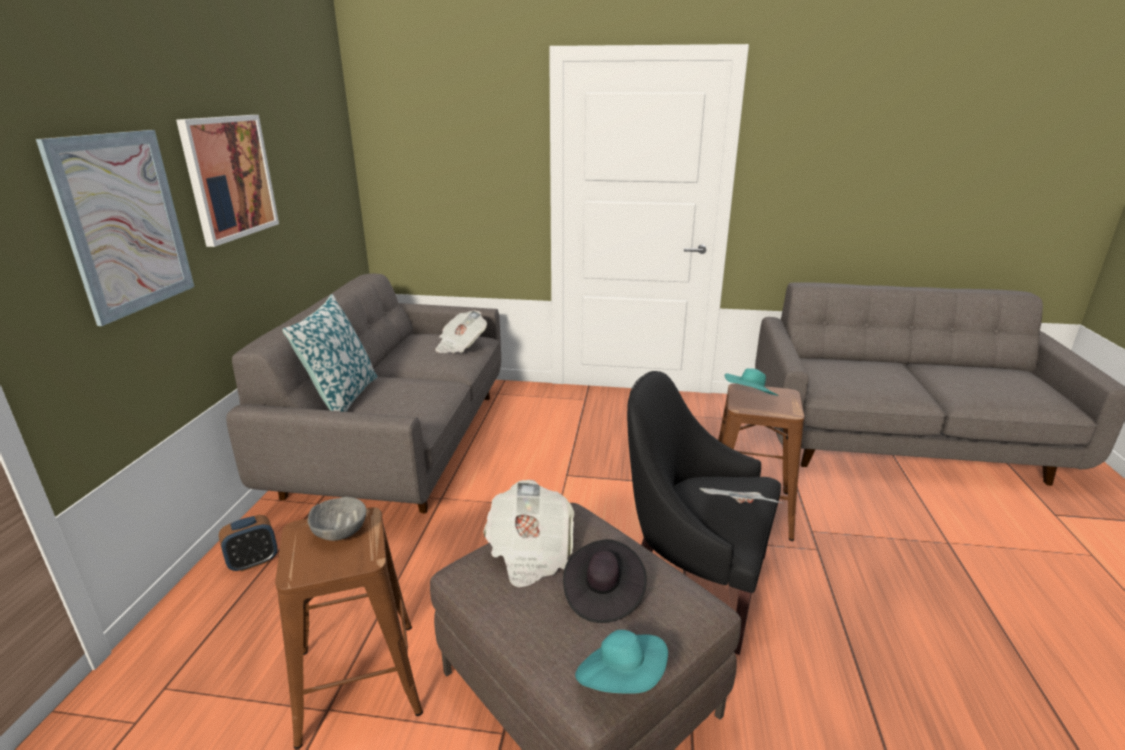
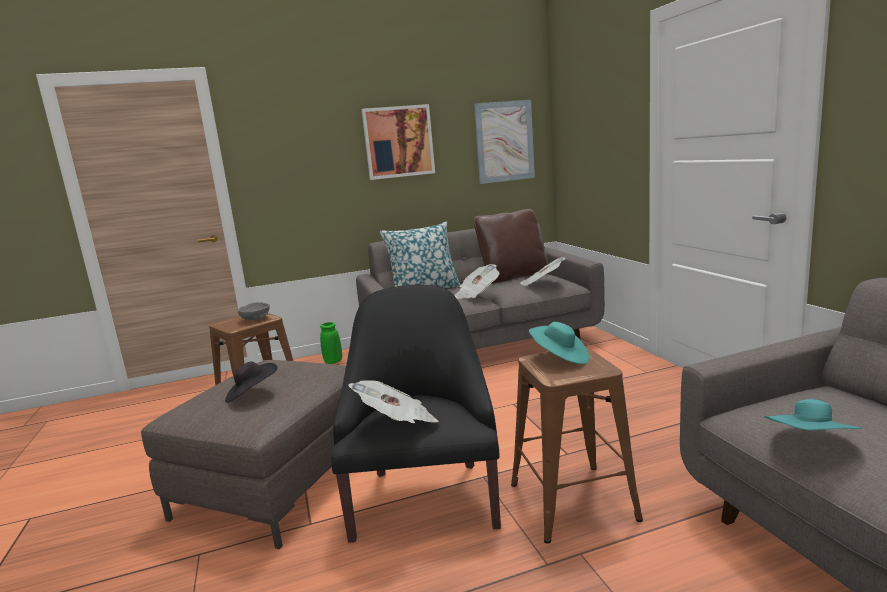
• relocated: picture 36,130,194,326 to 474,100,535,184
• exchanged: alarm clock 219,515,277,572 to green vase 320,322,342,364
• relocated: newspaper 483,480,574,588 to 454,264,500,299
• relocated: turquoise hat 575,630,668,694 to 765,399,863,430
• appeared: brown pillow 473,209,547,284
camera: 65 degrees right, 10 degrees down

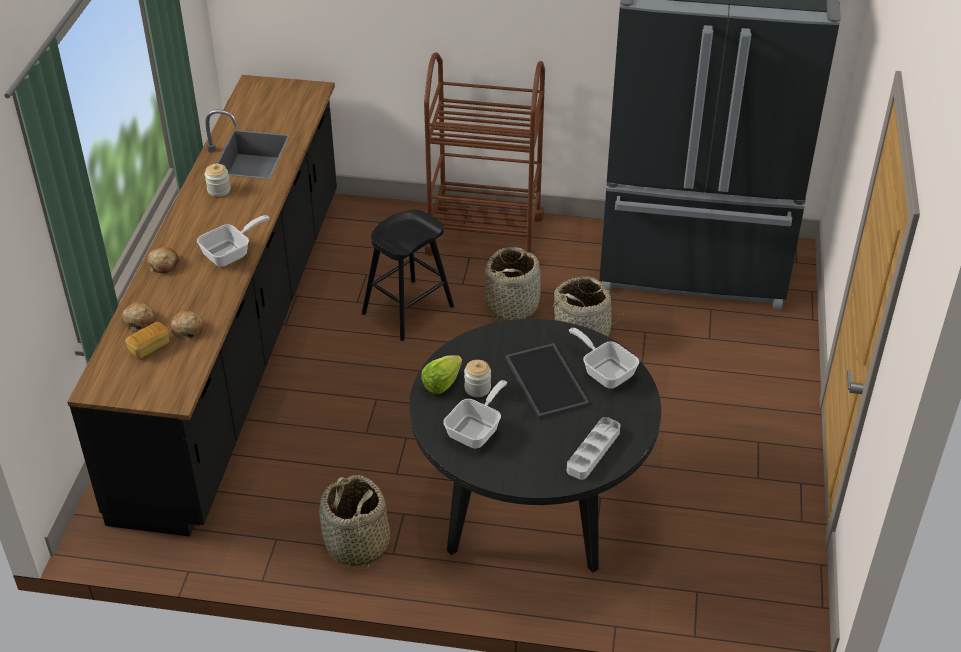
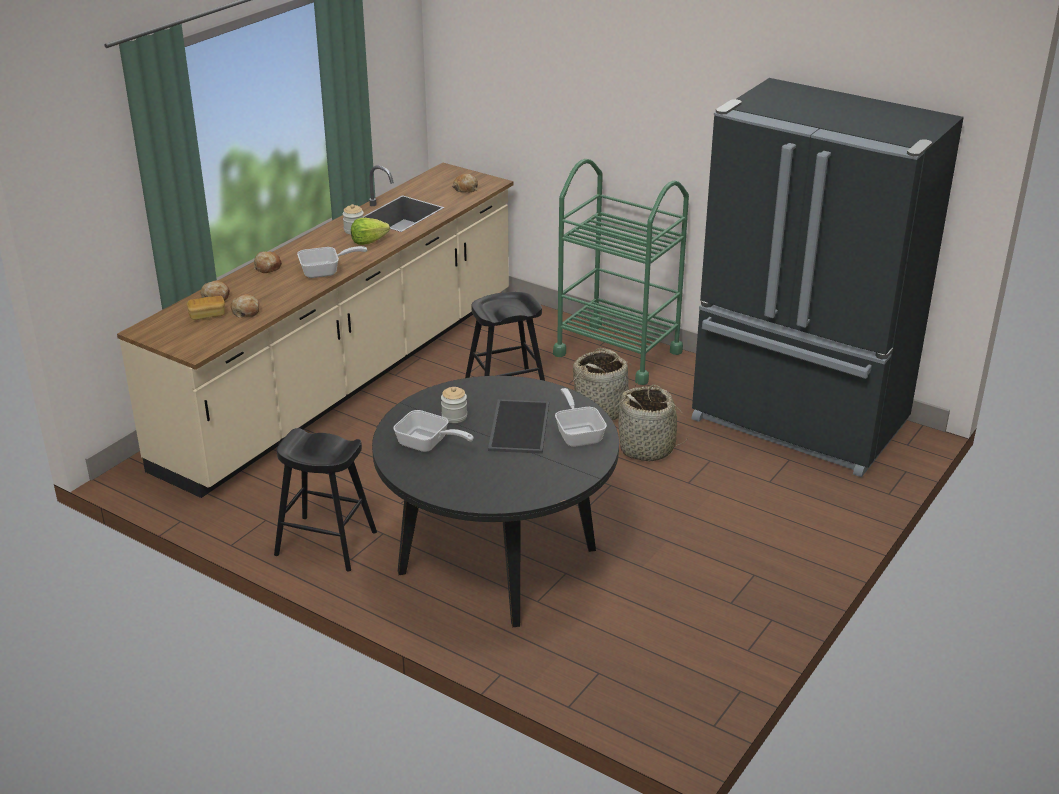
• colour: black counter 67,75,337,537 to beige counter 117,163,514,498
• exchanged: basket 319,475,390,568 to black stool 274,428,377,572
• relocated: lettuce 421,355,462,394 to 351,218,390,245
• colour: brown cart 424,52,545,256 to green cart 553,159,689,385
• spun: frying pan 443,380,507,449 = 393,410,473,452 60 degrees clockwise
• missing: grey tray 567,417,620,480
• appeared: bread 452,174,478,193
camera: 25 degrees right, 10 degrees down

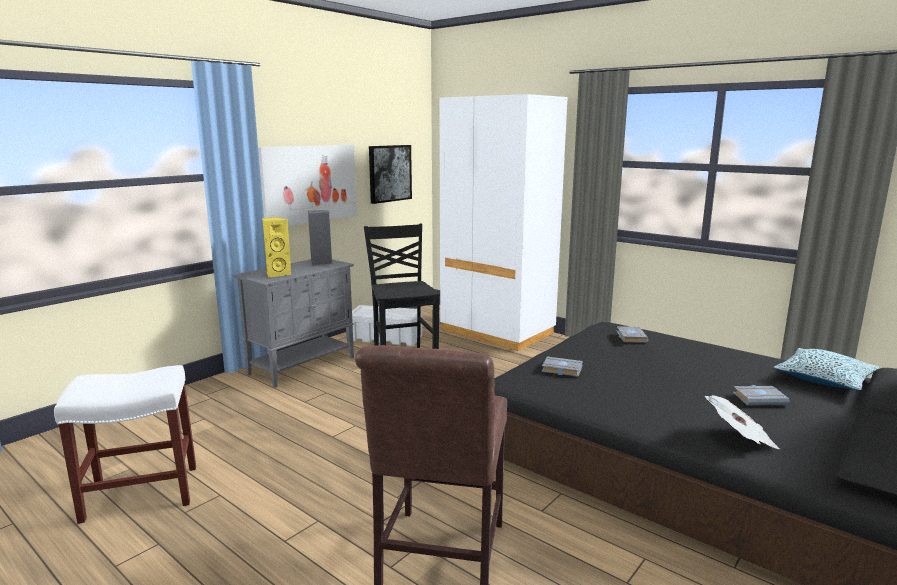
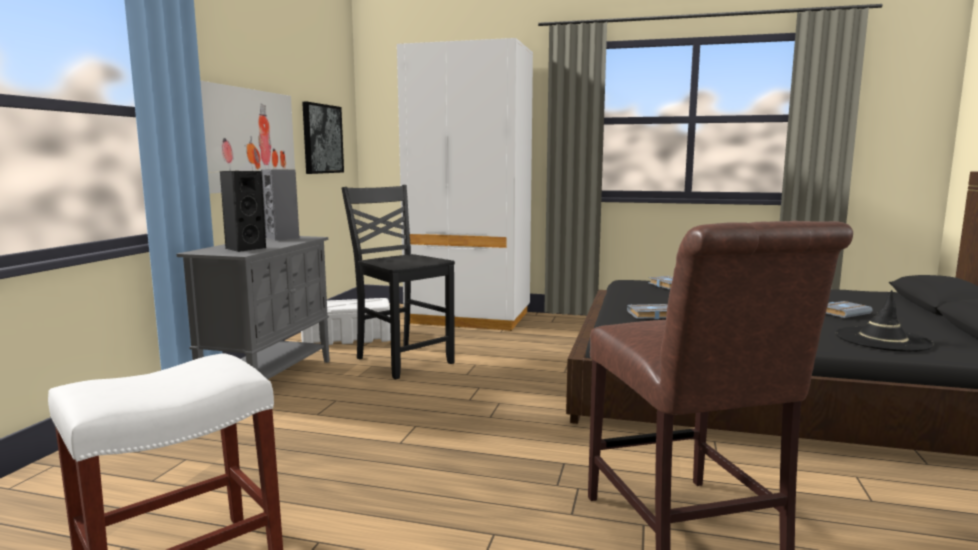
• colour: yellow speaker 262,217,291,278 to black speaker 220,171,266,252
• exchanged: newspaper 705,395,780,449 to black hat 835,290,934,352
• missing: pillow 773,348,879,391
camera: 25 degrees left, 5 degrees down

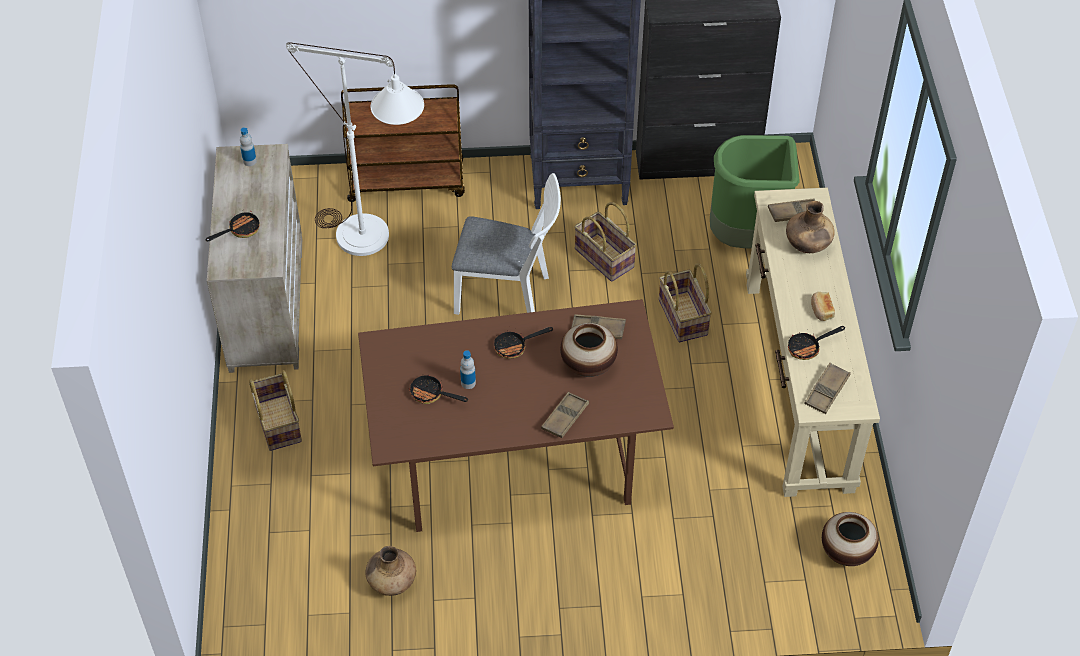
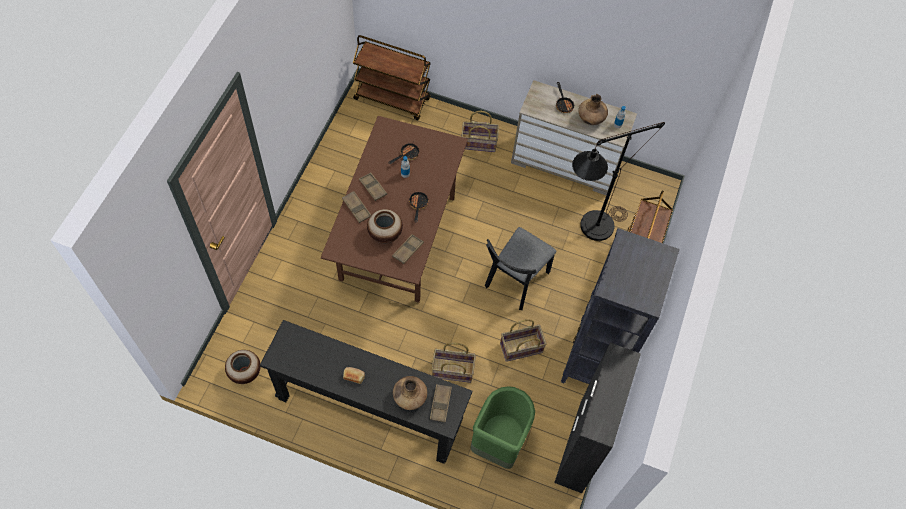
• colour: white floor lamp 286,42,424,256 to black floor lamp 572,122,665,241
• relocated: brown vase 365,546,416,596 to 579,94,608,125
• colour: white chair 452,173,561,315 to black chair 485,227,557,310
• colour: beige console table 746,187,880,497 to black console table 260,320,472,464
• missing: frying pan 788,326,845,360
• relocated: brown tray 804,363,851,414 to 359,172,387,201
• appeared: brown cart 353,35,431,120
camera: 110 degrees right, 10 degrees up

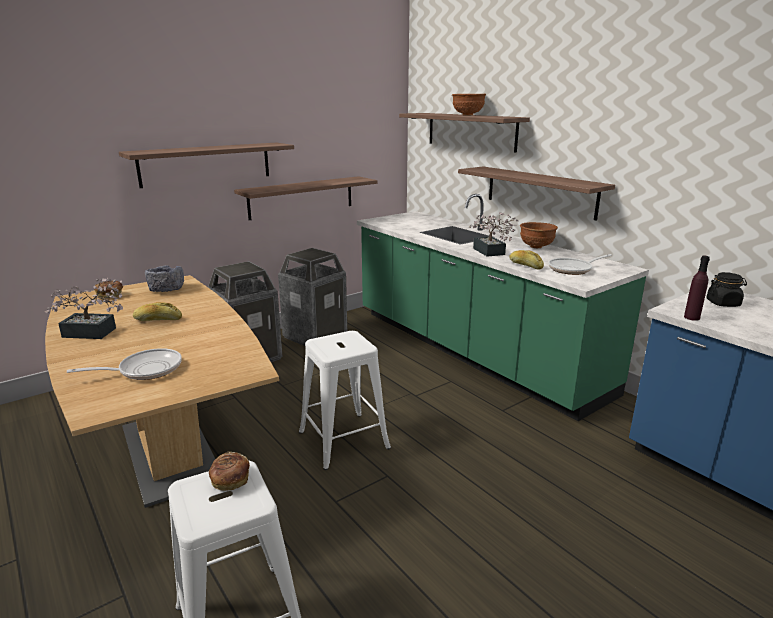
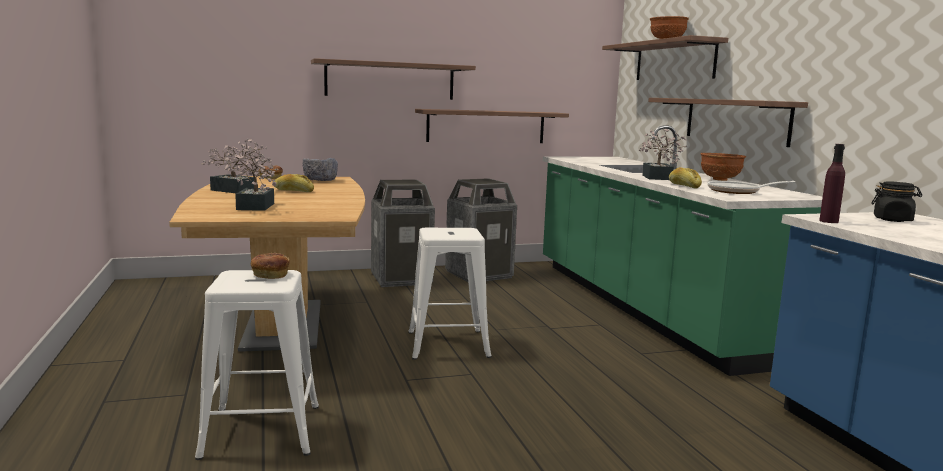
• exchanged: frying pan 67,348,182,380 to potted plant 225,148,278,211
camera: 20 degrees right, 10 degrees down

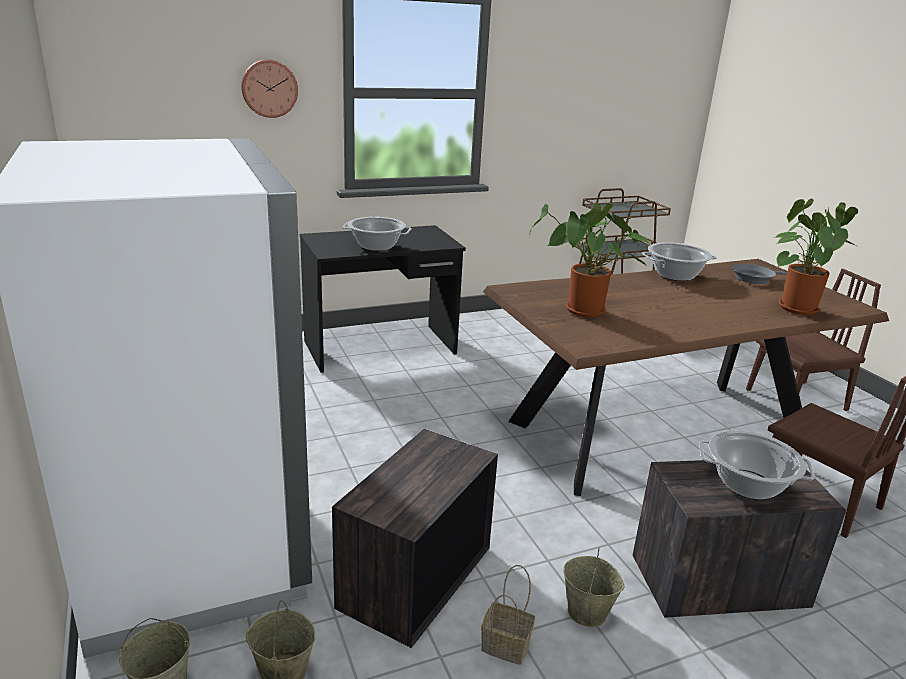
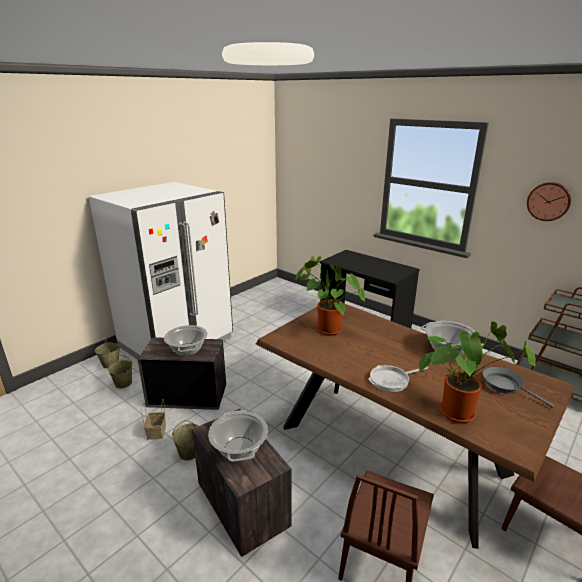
• relocated: wall clock 241,60,298,118 to 527,182,571,221
• relocated: cooking pot 342,217,411,251 to 164,325,207,356
• appeared: frying pan 368,365,428,392
camera: 65 degrees right, 0 degrees up

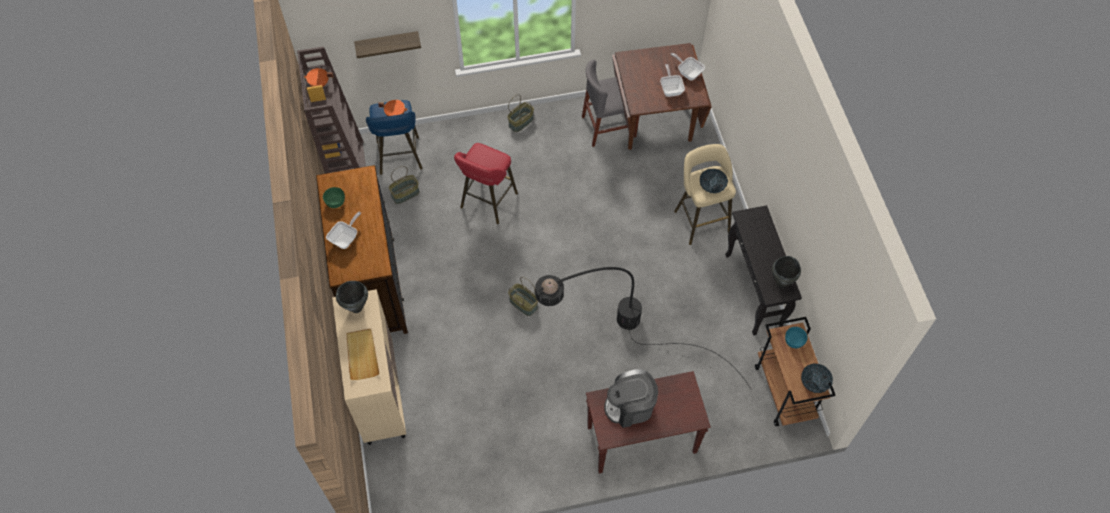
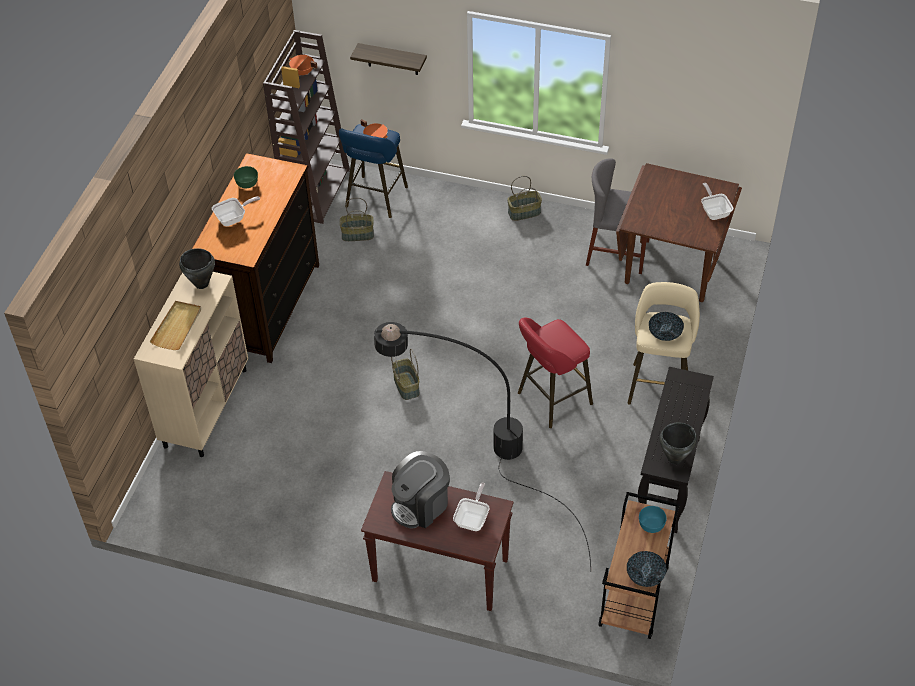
• relocated: red stool 454,143,518,224 to 518,318,593,428
• spun: coffee machine 604,369,658,428 = 391,451,450,528 60 degrees counterclockwise
• relocated: frying pan 660,64,685,97 to 453,482,490,531
camera: 30 degrees right, 10 degrees down

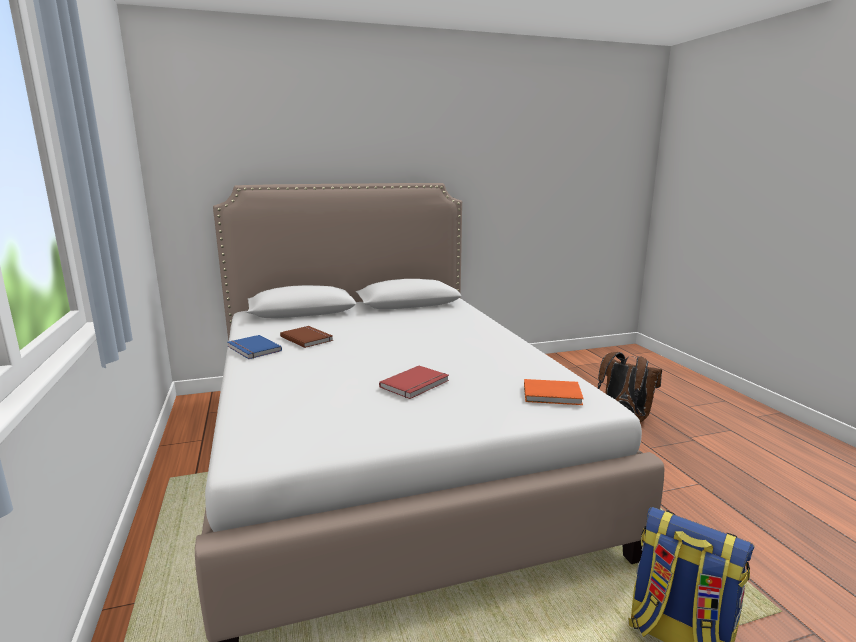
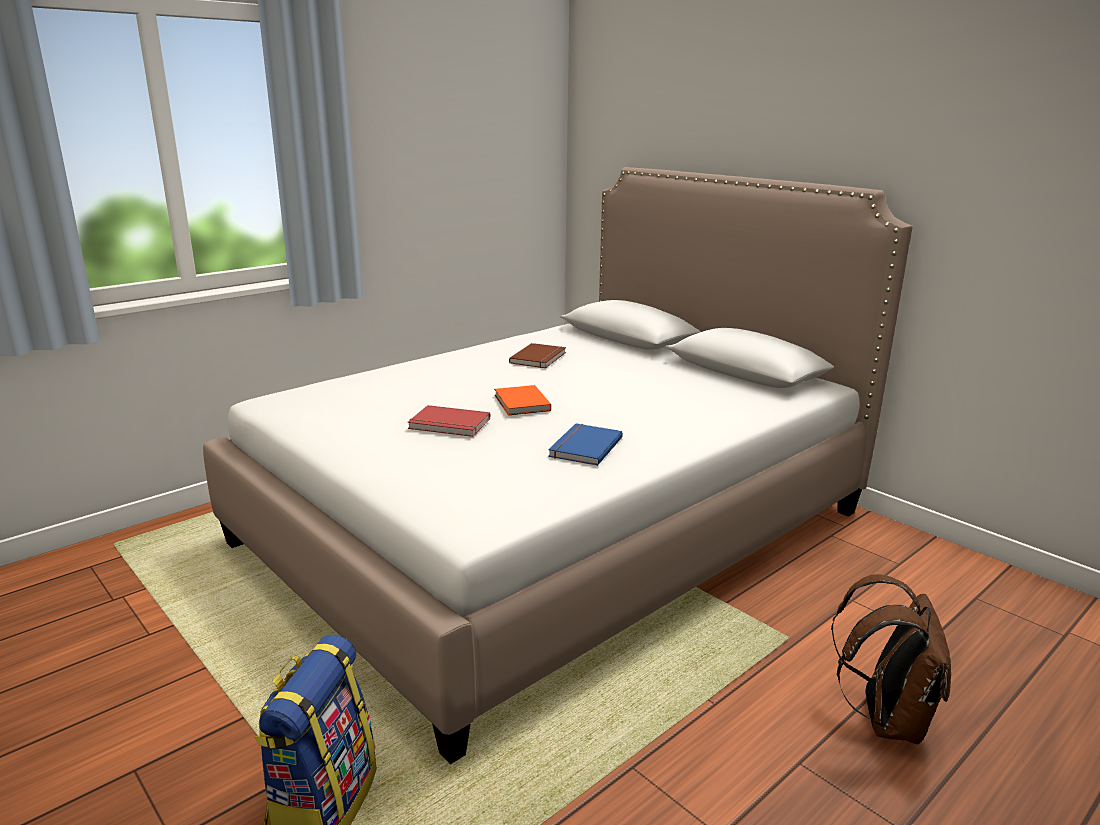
• relocated: blue book 228,335,282,359 to 548,423,623,466
• relocated: orange book 524,379,584,405 to 494,385,551,415
camera: 65 degrees right, 5 degrees up

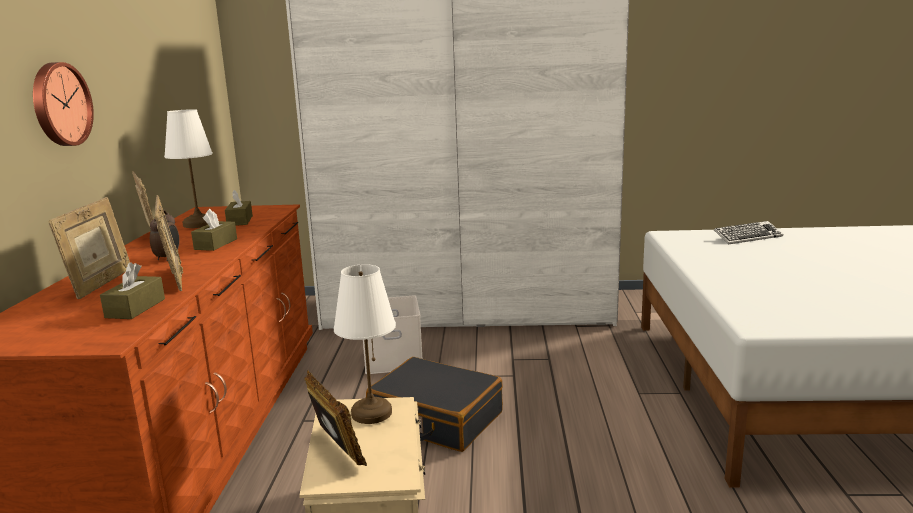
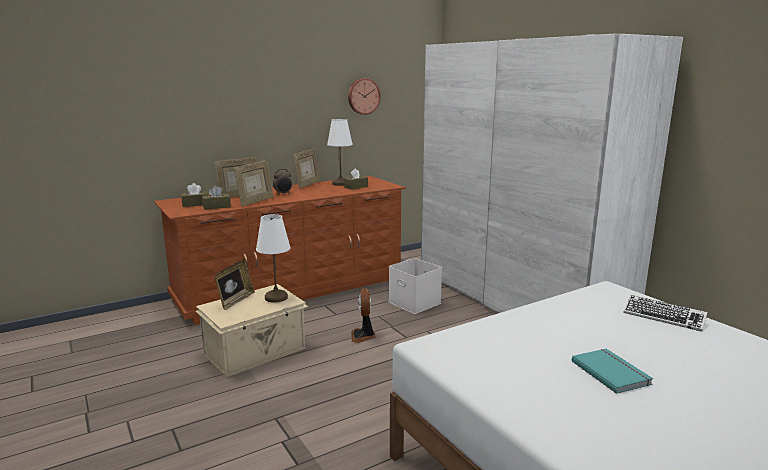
• relocated: wall clock 33,62,94,146 to 348,78,381,115
• relocated: brown tissue box 191,209,237,251 to 181,183,208,207
• exchanged: black suitcase 366,357,503,452 to fan 351,288,376,343
• appeared: turquoise book 572,349,653,394
camera: 55 degrees right, 0 degrees up

